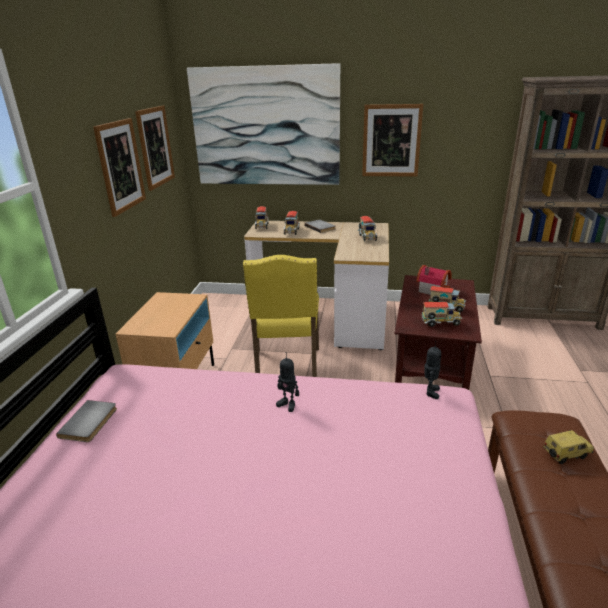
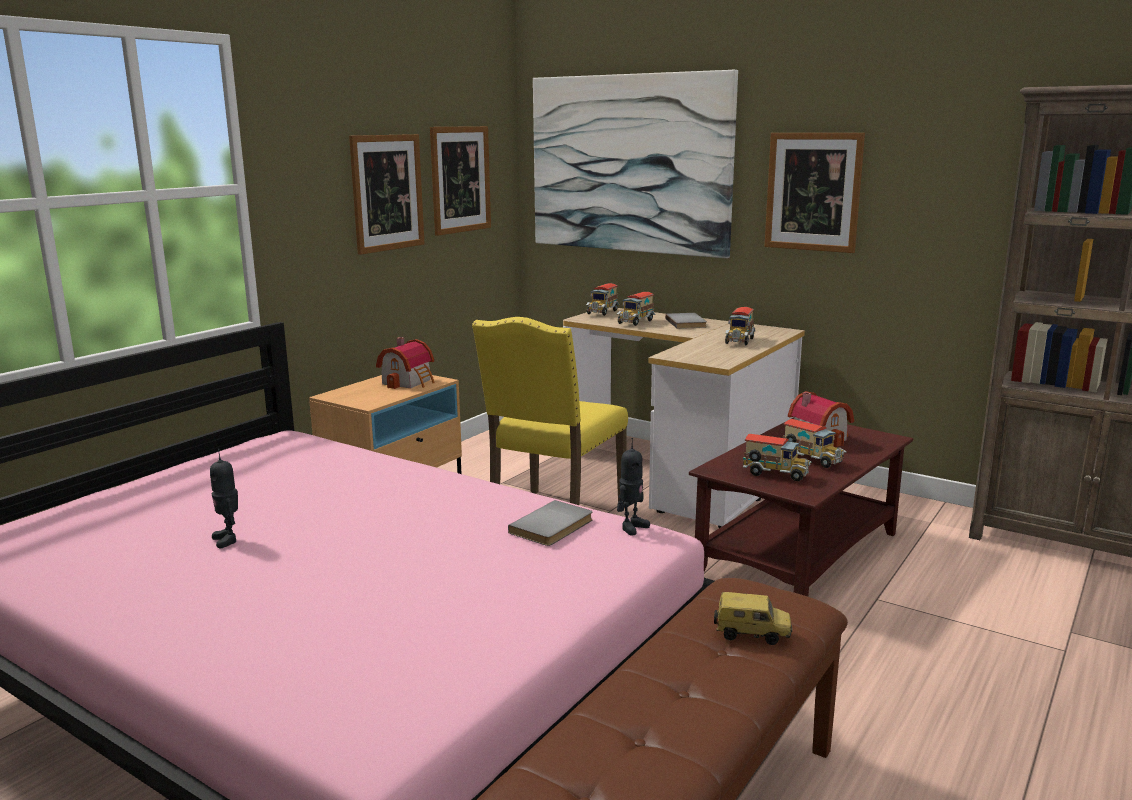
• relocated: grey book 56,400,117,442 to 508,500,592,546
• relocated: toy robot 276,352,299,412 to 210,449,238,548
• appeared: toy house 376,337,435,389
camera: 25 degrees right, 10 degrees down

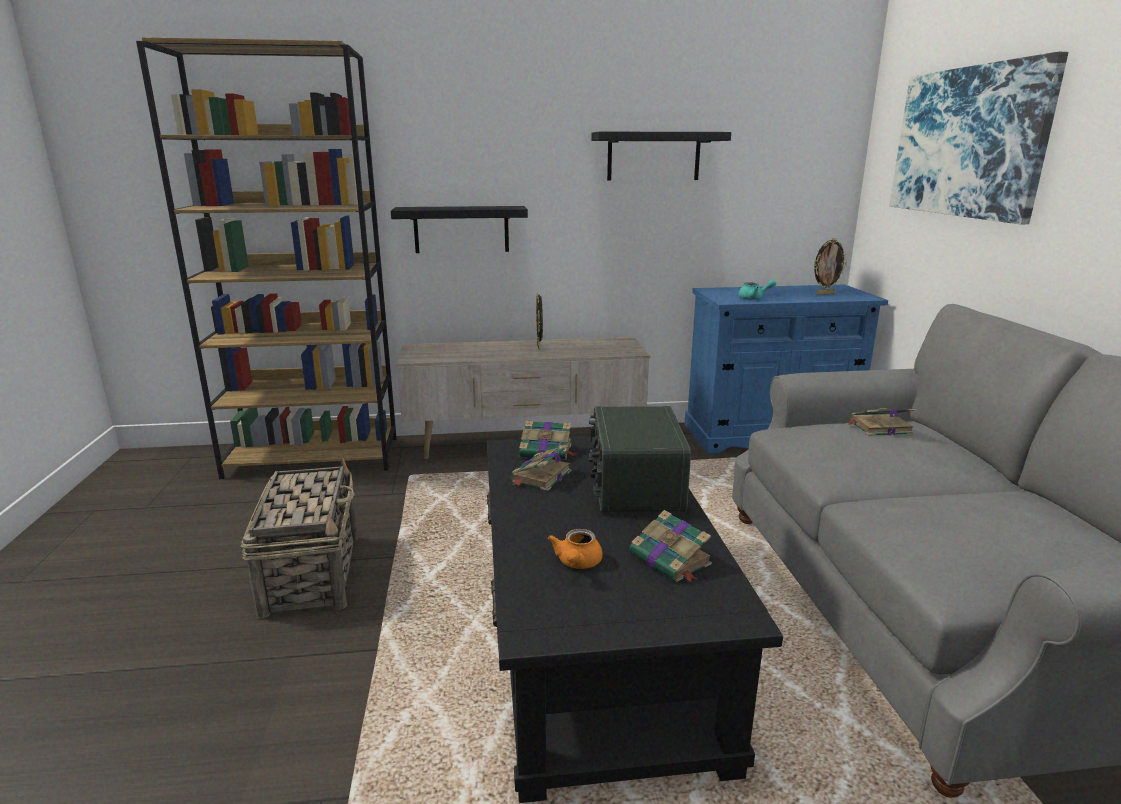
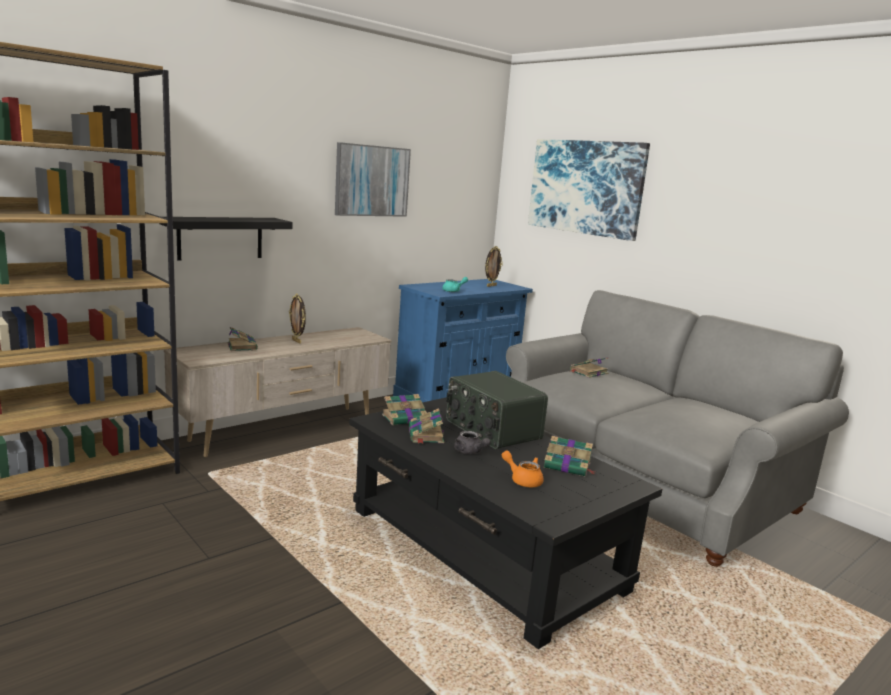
• missing: basket 241,458,358,619
• spun: orange teapot 548,529,603,569 = 502,451,544,487 150 degrees clockwise
• exchanged: black shelf 591,132,731,181 to picture 335,142,411,217
• appeared: book 227,327,258,351
• appeared: grey teapot 454,431,491,454
camera: 35 degrees left, 5 degrees down

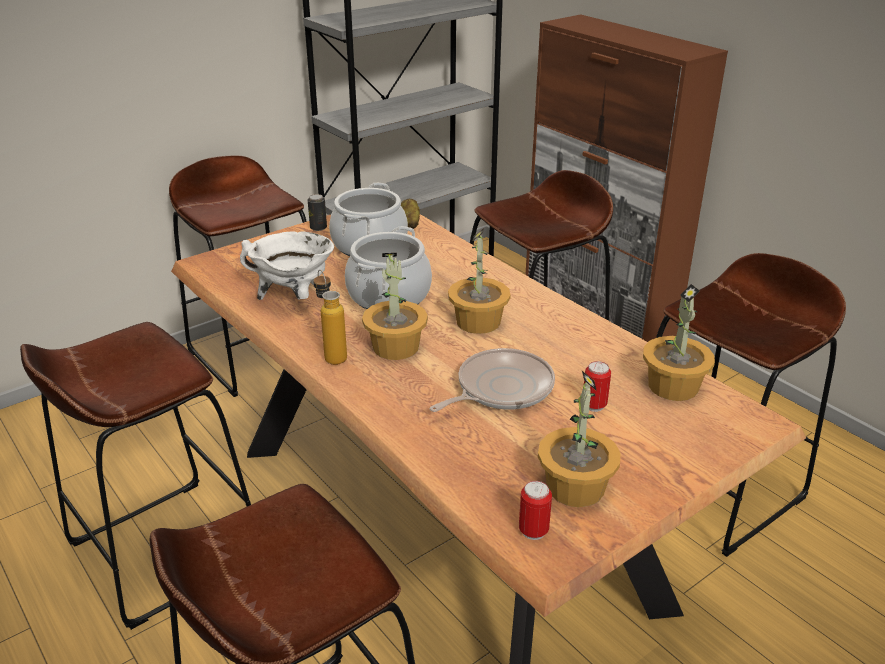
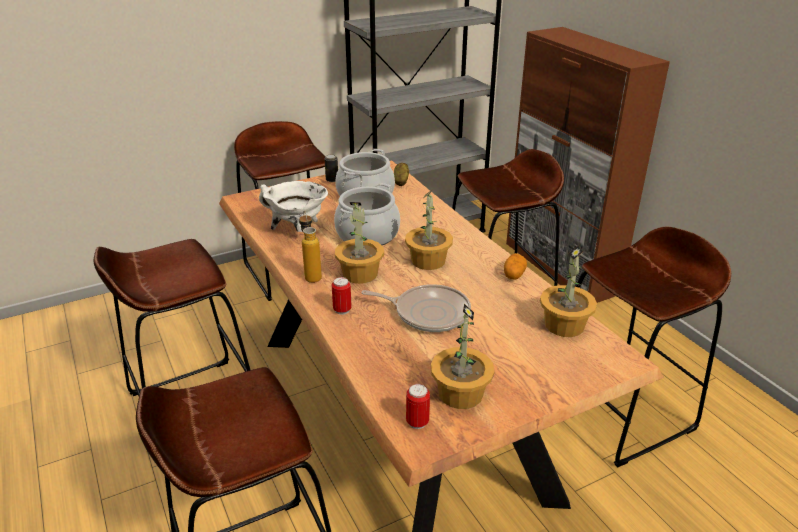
• spun: frying pan 430,348,555,412 = 362,284,471,332 45 degrees clockwise
• relocated: can 584,361,611,412 to 332,277,352,315
• appeared: potato 504,253,527,280
camera: 10 degrees right, 0 degrees up

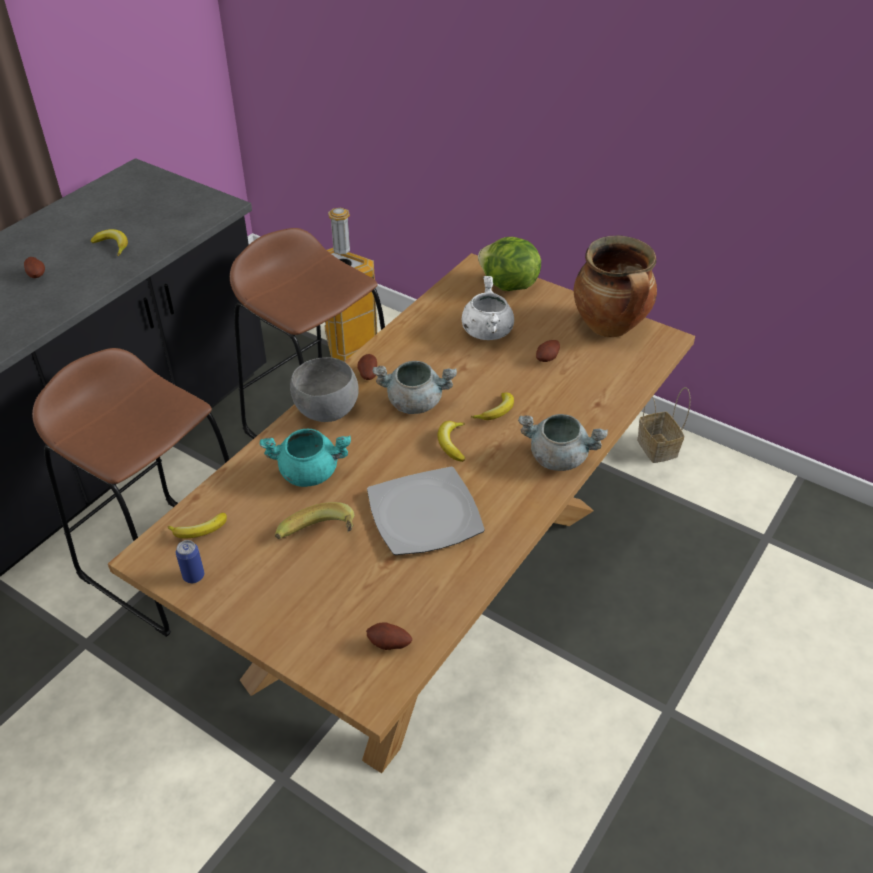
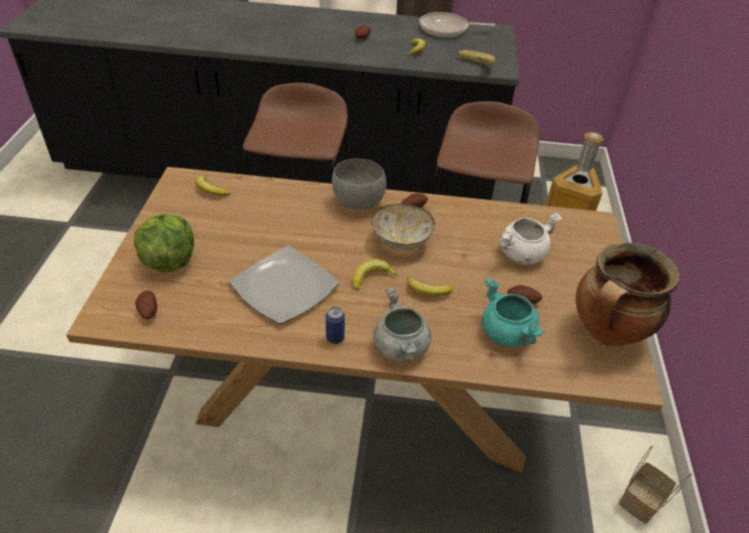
• relocated: can 176,540,204,583 to 326,306,345,344
• relocated: turquoise cooking pot 260,429,351,487 to 482,278,545,347
• relocated: banana 275,502,354,539 to 457,50,495,65
• exchanged: grey cooking pot 372,361,457,414 to bowl 371,204,435,251
• relocated: lettuce 478,237,541,291 to 134,213,194,272
• appeared: frying pan 419,12,495,37
camera: 60 degrees right, 0 degrees up

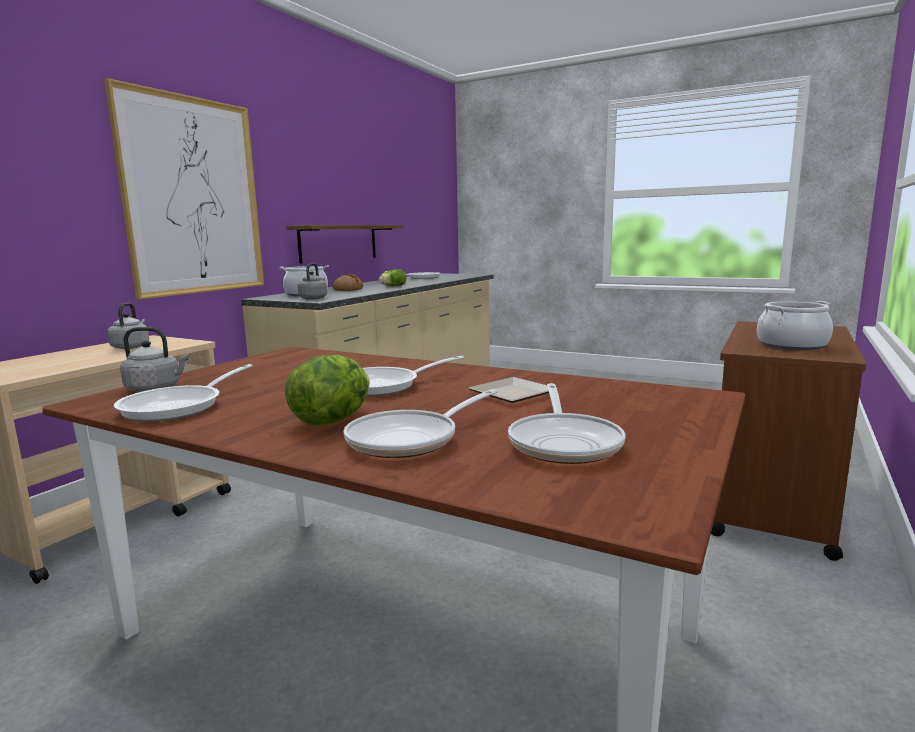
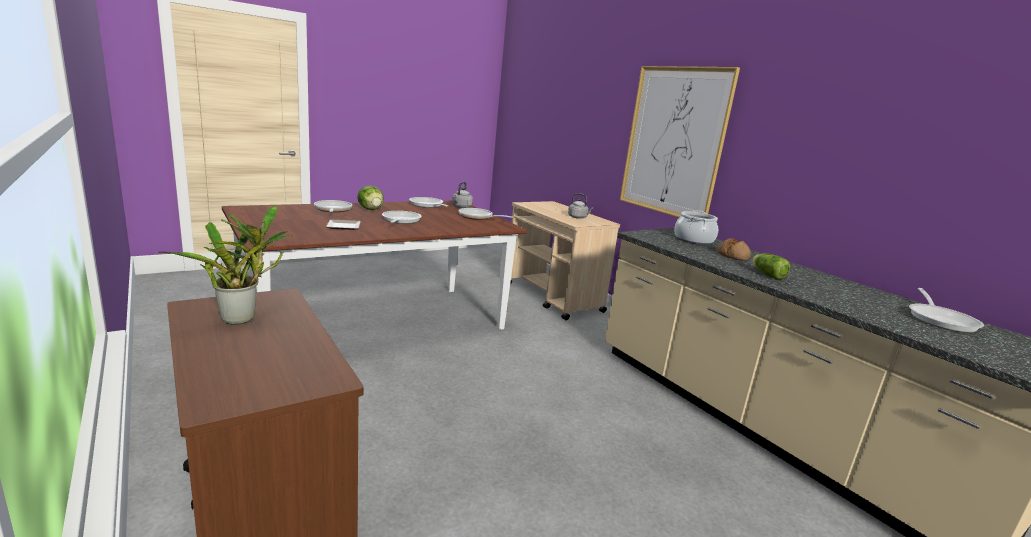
• missing: shelf 286,225,404,264
• missing: grey kettle 298,263,327,300
• relocated: frying pan 508,383,626,464 to 458,208,513,220
• exchanged: cooking pot 757,301,833,351 to potted plant 156,206,291,325
camera: 115 degrees right, 5 degrees up

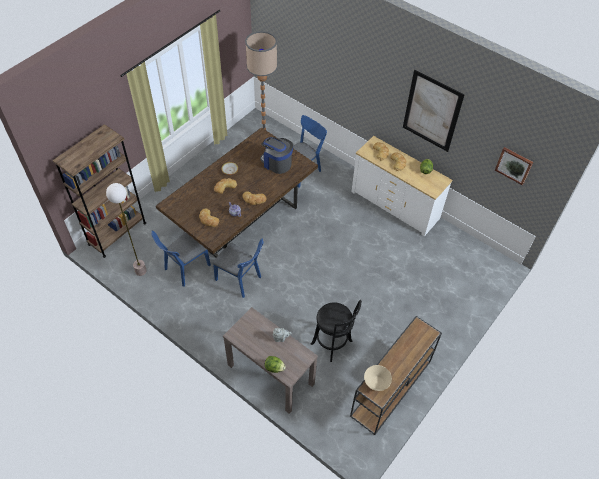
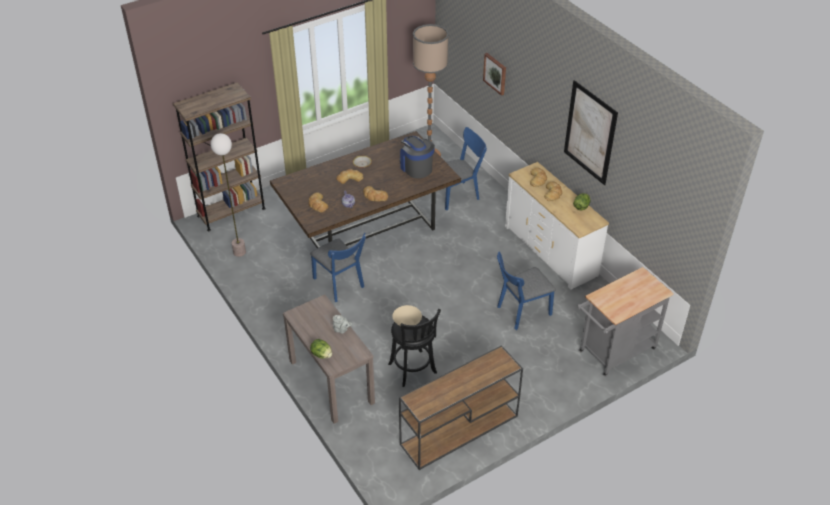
• relocated: blue chair 151,231,211,287 to 497,251,555,330
• relocated: beige bowl 364,365,392,391 to 392,305,422,327
• relocated: picture 495,147,533,185 to 483,53,506,96
• appeared: grey cart 578,267,674,377
camera: 20 degrees right, 10 degrees down

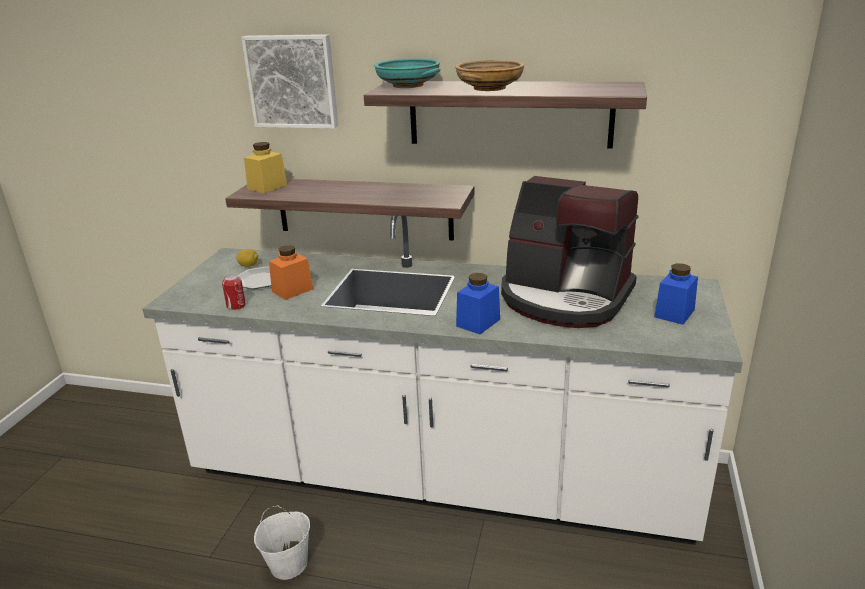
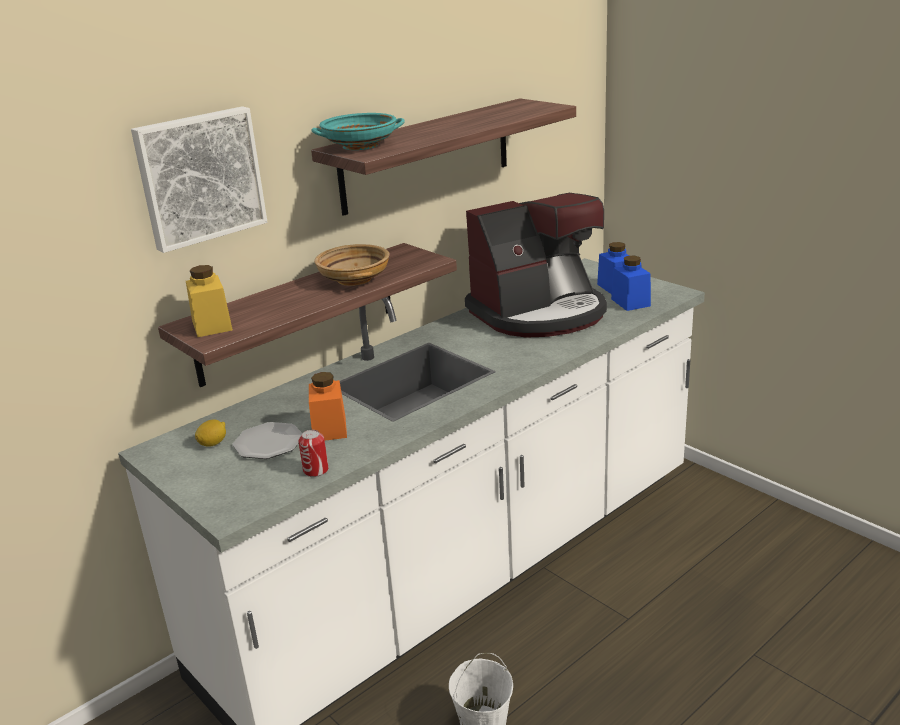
• relocated: beige bowl 455,60,525,91 to 314,244,389,286
• relocated: blue jar 456,273,500,334 to 611,256,651,311
camera: 55 degrees left, 0 degrees up

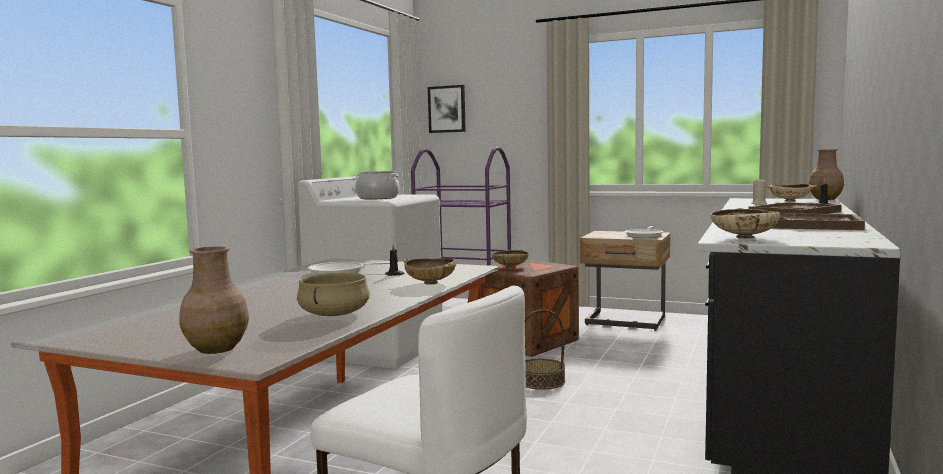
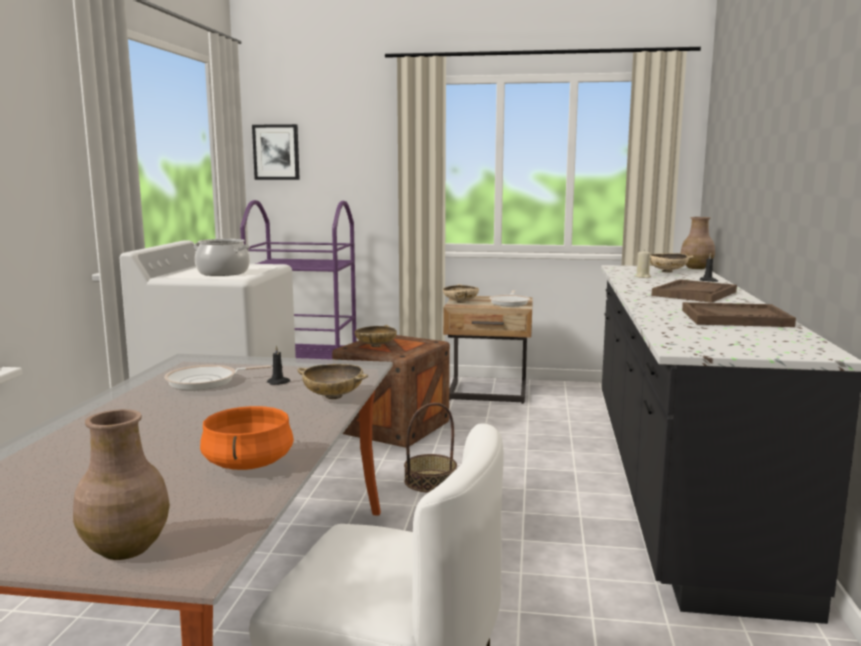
• colour: beige cooking pot 297,273,370,316 to orange cooking pot 200,406,294,470
• relocated: beige bowl 711,208,780,239 to 443,284,479,303
camera: 15 degrees left, 5 degrees up

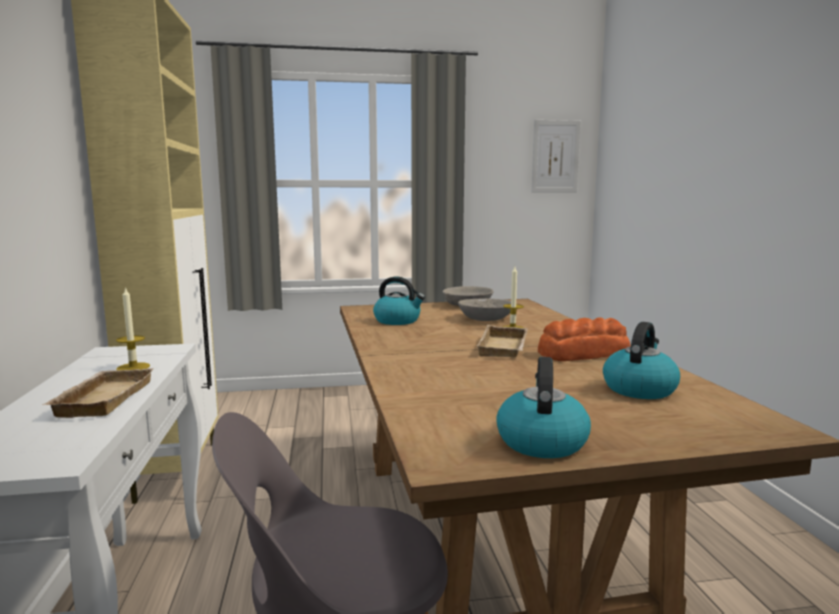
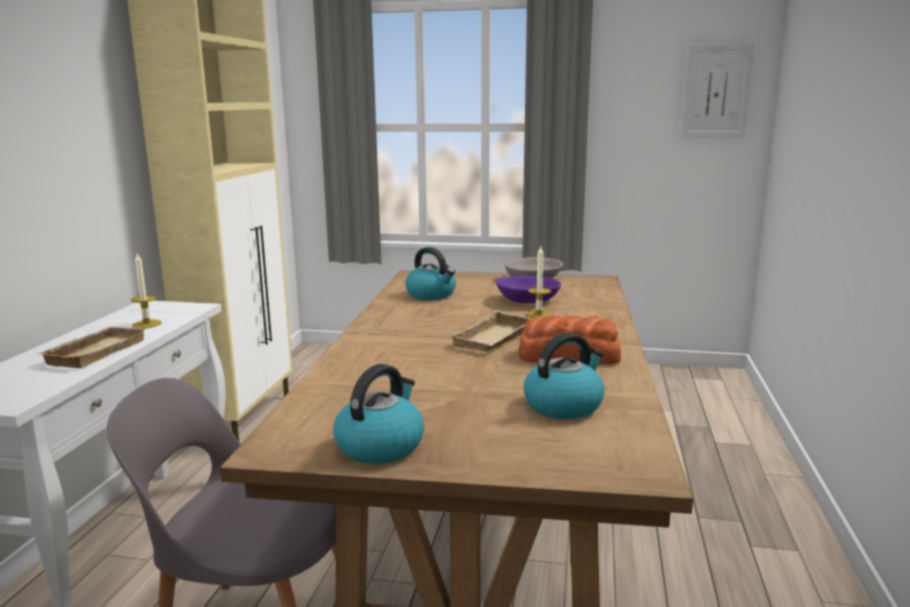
• colour: grey bowl 458,298,511,321 to purple bowl 496,276,561,303
camera: 20 degrees right, 5 degrees up

